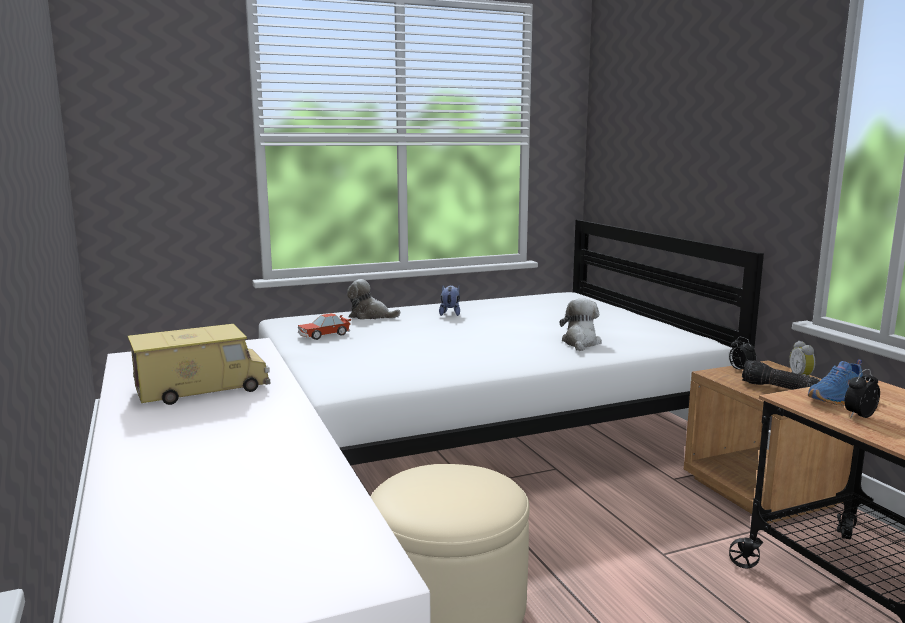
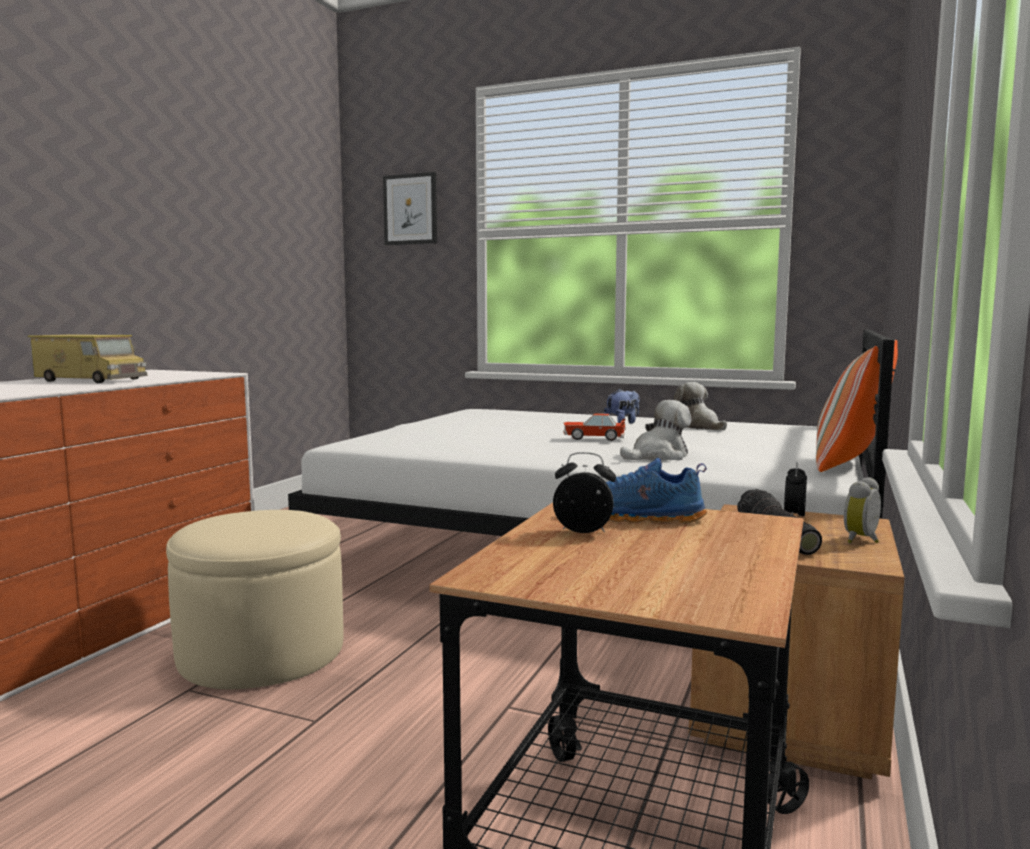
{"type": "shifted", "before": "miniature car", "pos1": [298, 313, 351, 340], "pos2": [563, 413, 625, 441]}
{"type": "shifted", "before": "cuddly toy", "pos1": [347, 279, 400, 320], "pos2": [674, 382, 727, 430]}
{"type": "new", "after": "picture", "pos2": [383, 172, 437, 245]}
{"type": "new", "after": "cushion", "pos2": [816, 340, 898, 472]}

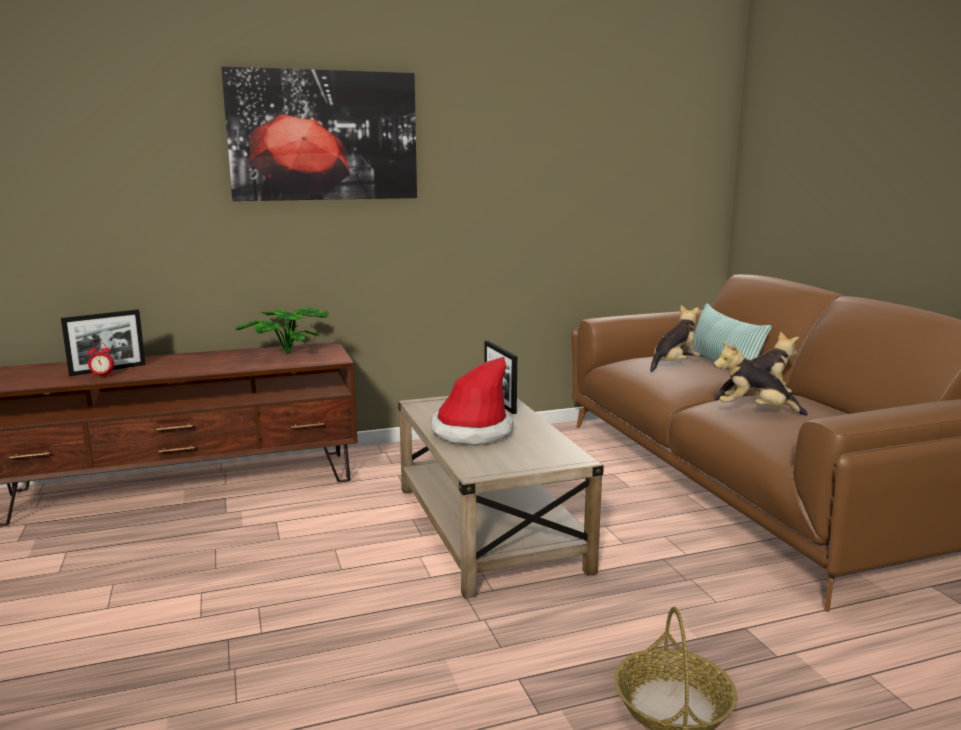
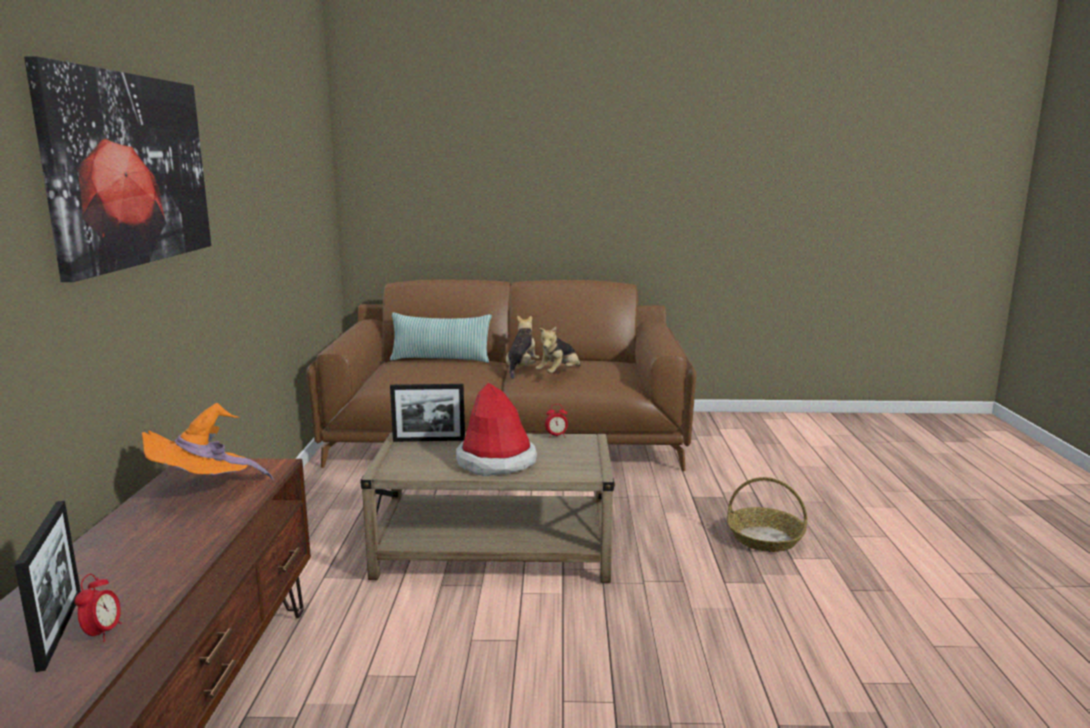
{"type": "swapped", "before": "potted plant", "after": "orangey hat", "pos1": [234, 307, 330, 354], "pos2": [141, 403, 274, 481]}
{"type": "gone", "before": "cuddly toy", "pos1": [650, 305, 700, 372]}
{"type": "new", "after": "bedside clock", "pos2": [545, 404, 568, 438]}

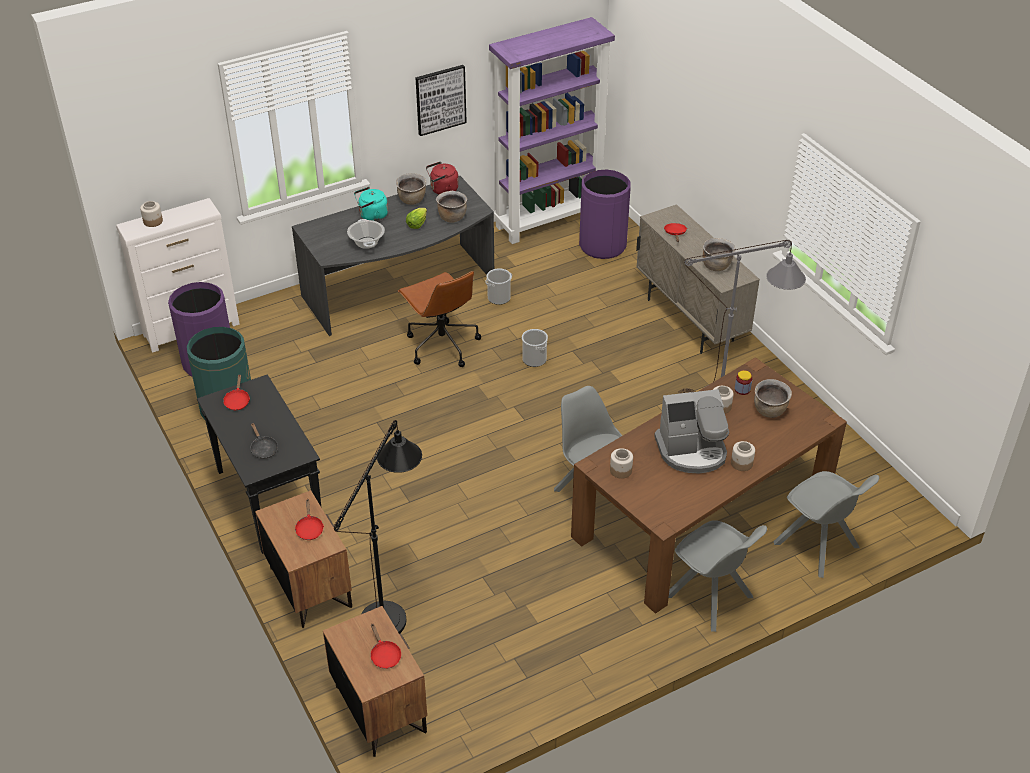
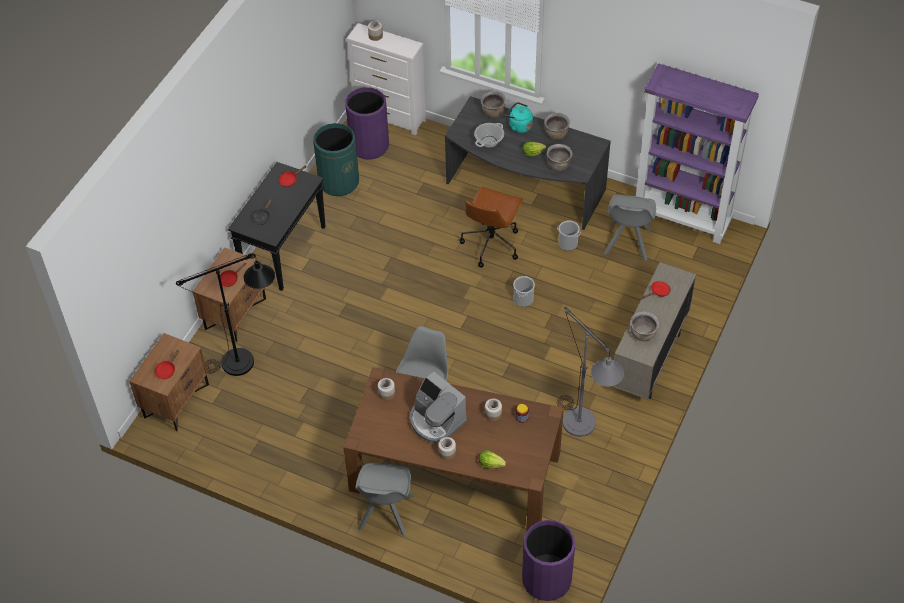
{"type": "gone", "before": "picture", "pos1": [415, 65, 467, 136]}
{"type": "gone", "before": "red-coloured tea kettle", "pos1": [426, 161, 459, 194]}
{"type": "shifted", "before": "purple-coloured waste bin", "pos1": [579, 170, 631, 259], "pos2": [522, 520, 575, 601]}
{"type": "shifted", "before": "brown-coloured stockpot", "pos1": [754, 379, 792, 418], "pos2": [481, 91, 506, 118]}
{"type": "shifted", "before": "grey upright chair", "pos1": [774, 471, 879, 578], "pos2": [604, 194, 656, 261]}
{"type": "new", "after": "lettuce head", "pos2": [479, 450, 506, 468]}

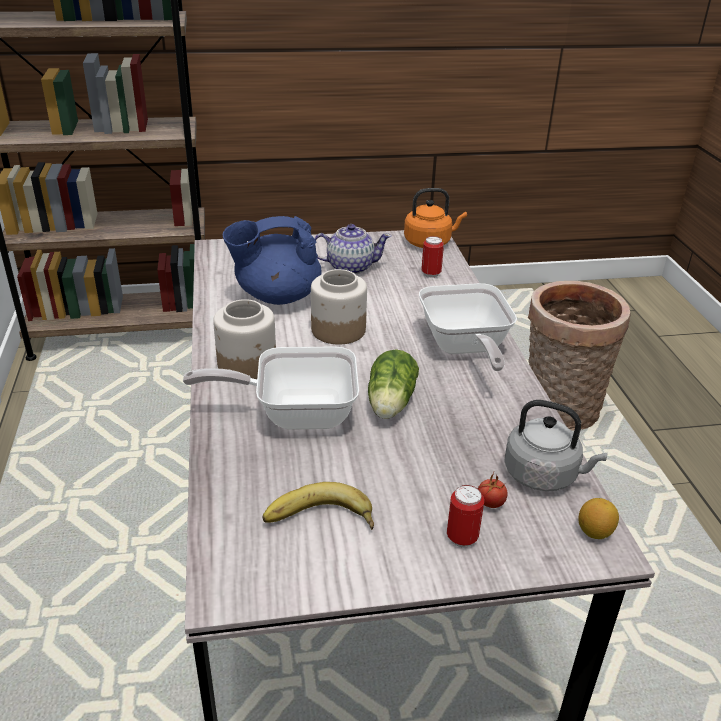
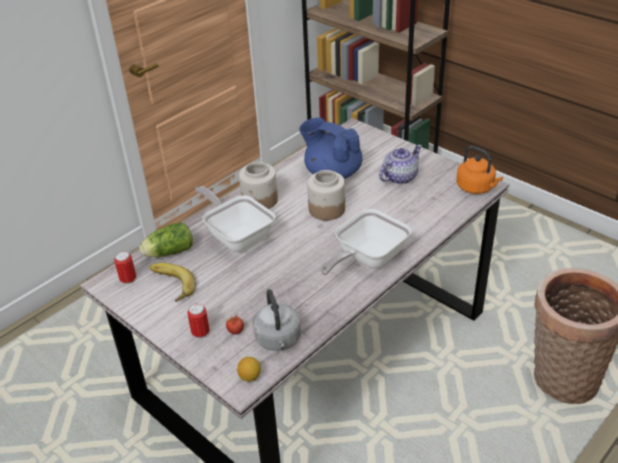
{"type": "rotated", "before": "tea pot", "pos1": [314, 224, 392, 274], "pos2": [379, 145, 422, 184], "turn": -90}
{"type": "shifted", "before": "lettuce head", "pos1": [368, 350, 419, 419], "pos2": [139, 222, 193, 257]}
{"type": "shifted", "before": "sealed can", "pos1": [421, 236, 444, 278], "pos2": [114, 251, 136, 284]}

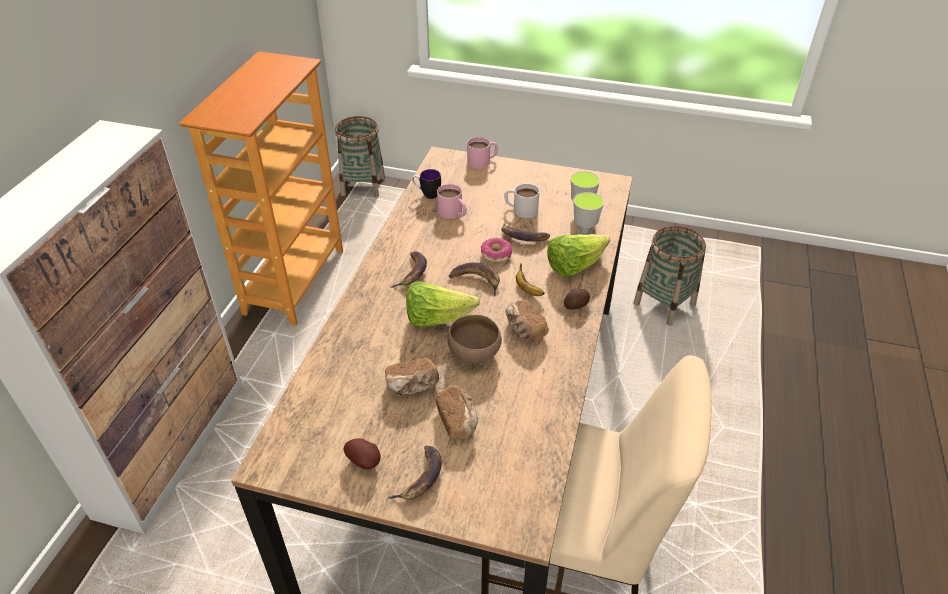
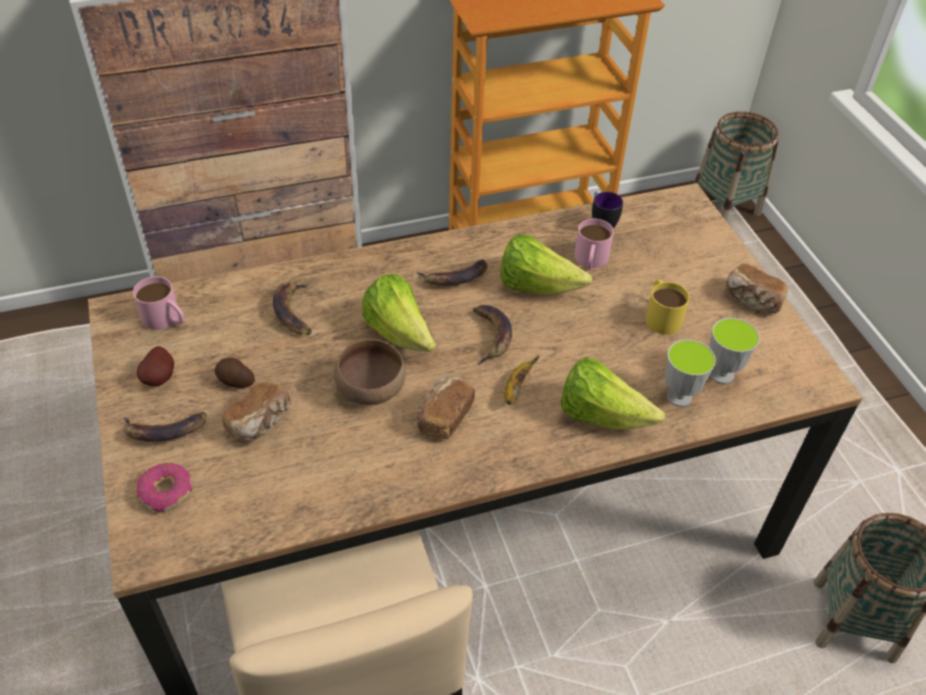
{"type": "shifted", "before": "baked bread", "pos1": [385, 358, 439, 396], "pos2": [726, 264, 788, 314]}
{"type": "shifted", "before": "pinkish tea mug", "pos1": [467, 137, 498, 169], "pos2": [133, 276, 185, 330]}
{"type": "shifted", "before": "donut", "pos1": [481, 238, 512, 262], "pos2": [136, 463, 192, 513]}
{"type": "shifted", "before": "whole banana", "pos1": [501, 224, 550, 242], "pos2": [273, 282, 312, 335]}
{"type": "repainted", "before": "whitish tea mug", "after": "yellowish tea mug", "pos1": [504, 183, 540, 218], "pos2": [645, 279, 690, 335]}
{"type": "shifted", "before": "spud", "pos1": [564, 289, 590, 310], "pos2": [215, 358, 255, 388]}
{"type": "new", "after": "lettuce head", "pos2": [500, 234, 592, 294]}

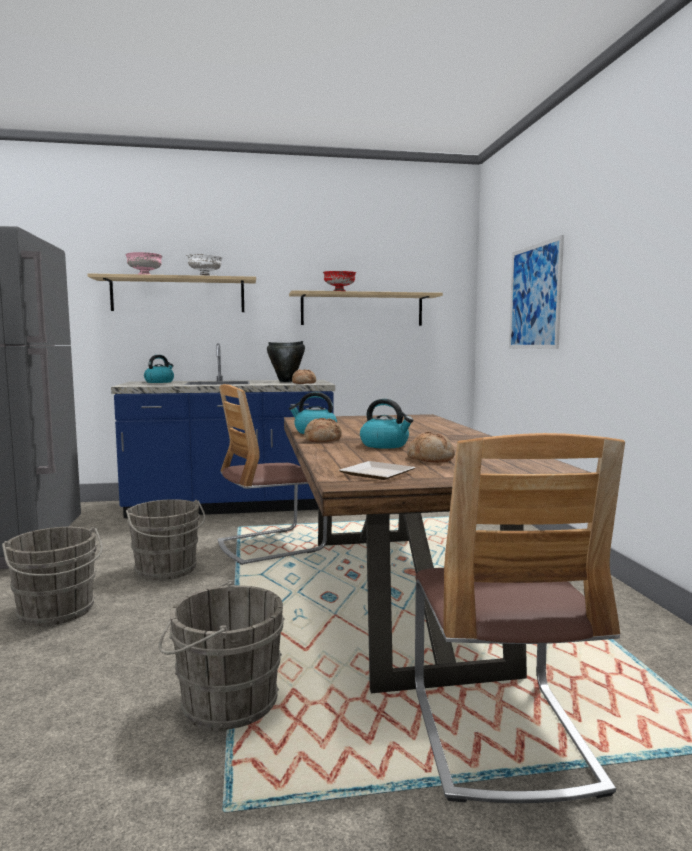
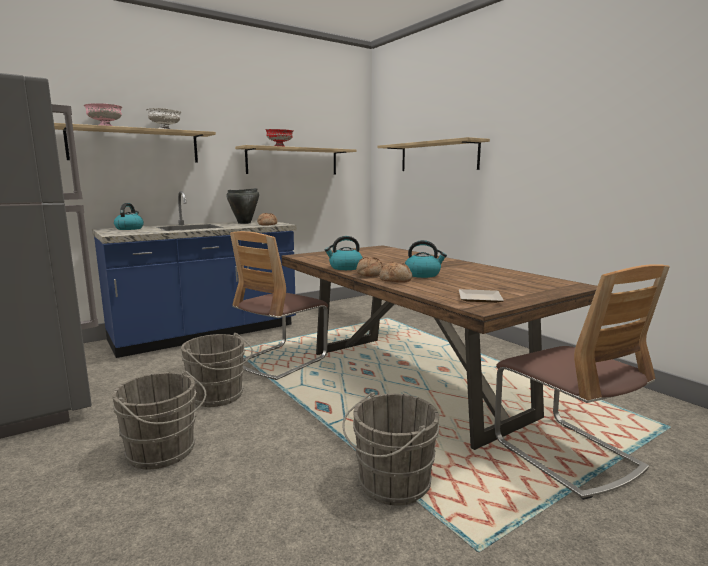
{"type": "shifted", "before": "baked bread", "pos1": [407, 432, 455, 463], "pos2": [379, 262, 412, 283]}
{"type": "swapped", "before": "picture", "after": "wall shelf", "pos1": [509, 235, 564, 349], "pos2": [377, 137, 490, 171]}

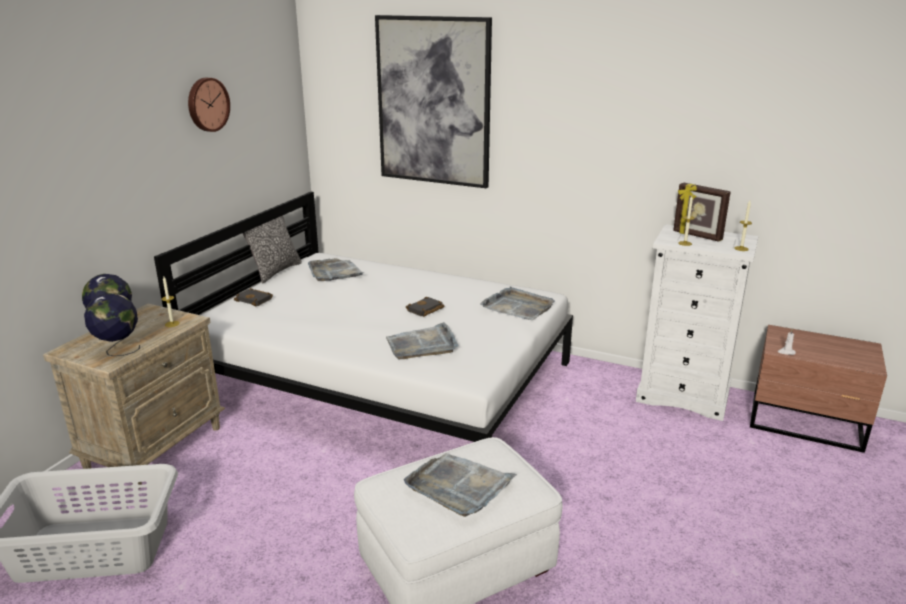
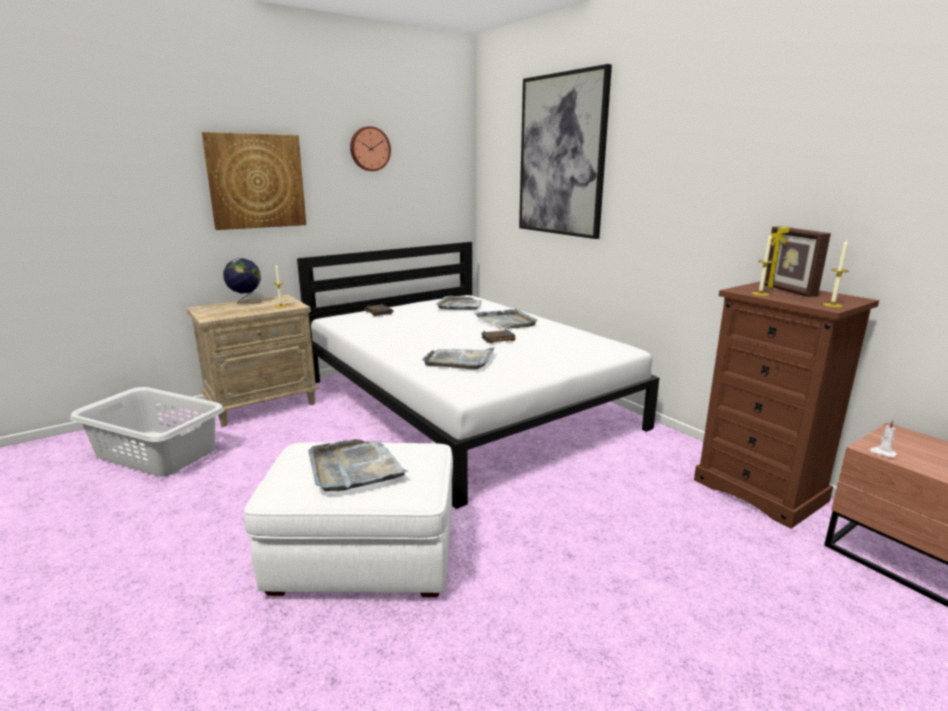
{"type": "gone", "before": "globe", "pos1": [84, 293, 140, 356]}
{"type": "gone", "before": "cushion", "pos1": [242, 216, 302, 283]}
{"type": "shifted", "before": "grey carrying tray", "pos1": [480, 286, 555, 320], "pos2": [475, 308, 538, 329]}
{"type": "repainted", "before": "whitish dresser", "after": "brown-coloured dresser", "pos1": [636, 224, 758, 421], "pos2": [694, 282, 879, 529]}
{"type": "new", "after": "picture", "pos2": [202, 132, 306, 230]}

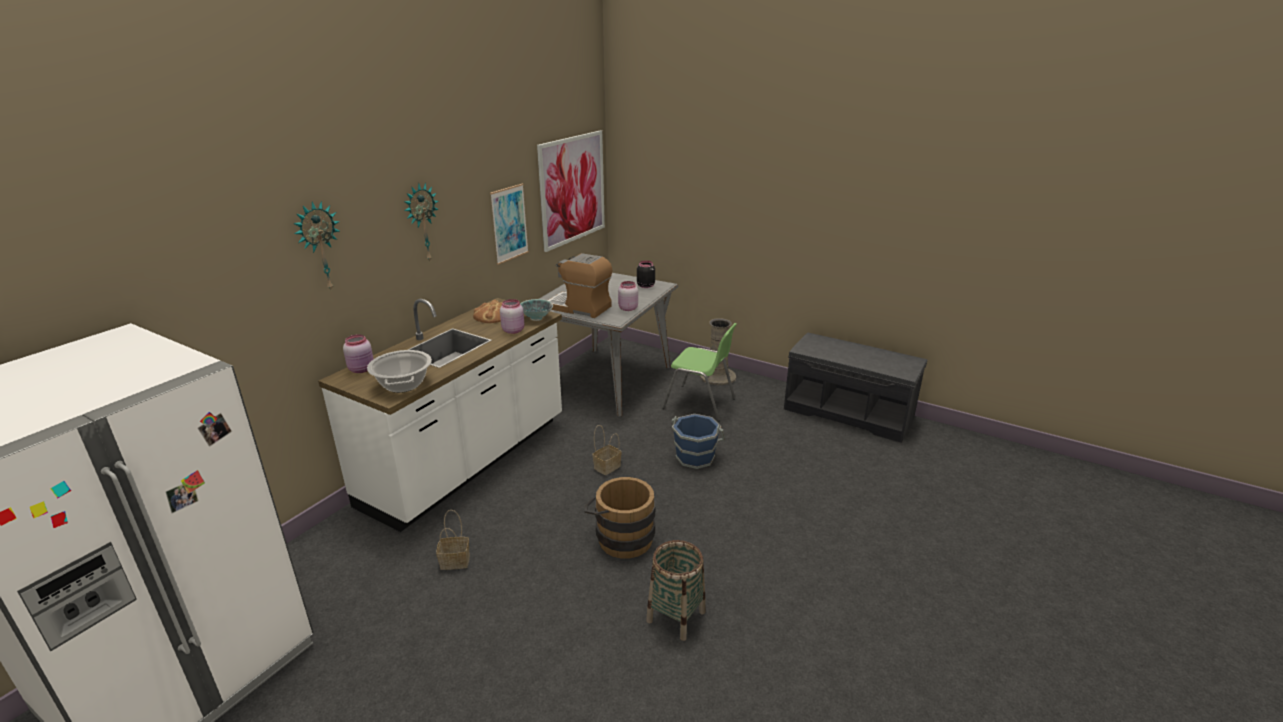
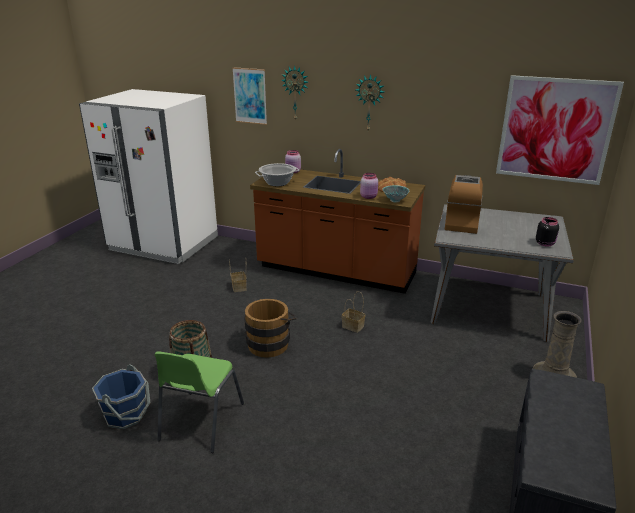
{"type": "repainted", "before": "whitish counter", "after": "brown-coloured counter", "pos1": [318, 298, 562, 532], "pos2": [250, 149, 425, 294]}
{"type": "shifted", "before": "picture", "pos1": [490, 184, 529, 265], "pos2": [232, 67, 267, 125]}
{"type": "gone", "before": "pinkish preserve jar", "pos1": [618, 281, 638, 311]}
{"type": "shifted", "before": "green upright chair", "pos1": [662, 323, 737, 421], "pos2": [154, 351, 244, 453]}
{"type": "shifted", "before": "blue water bucket", "pos1": [672, 414, 725, 469], "pos2": [92, 364, 151, 430]}

